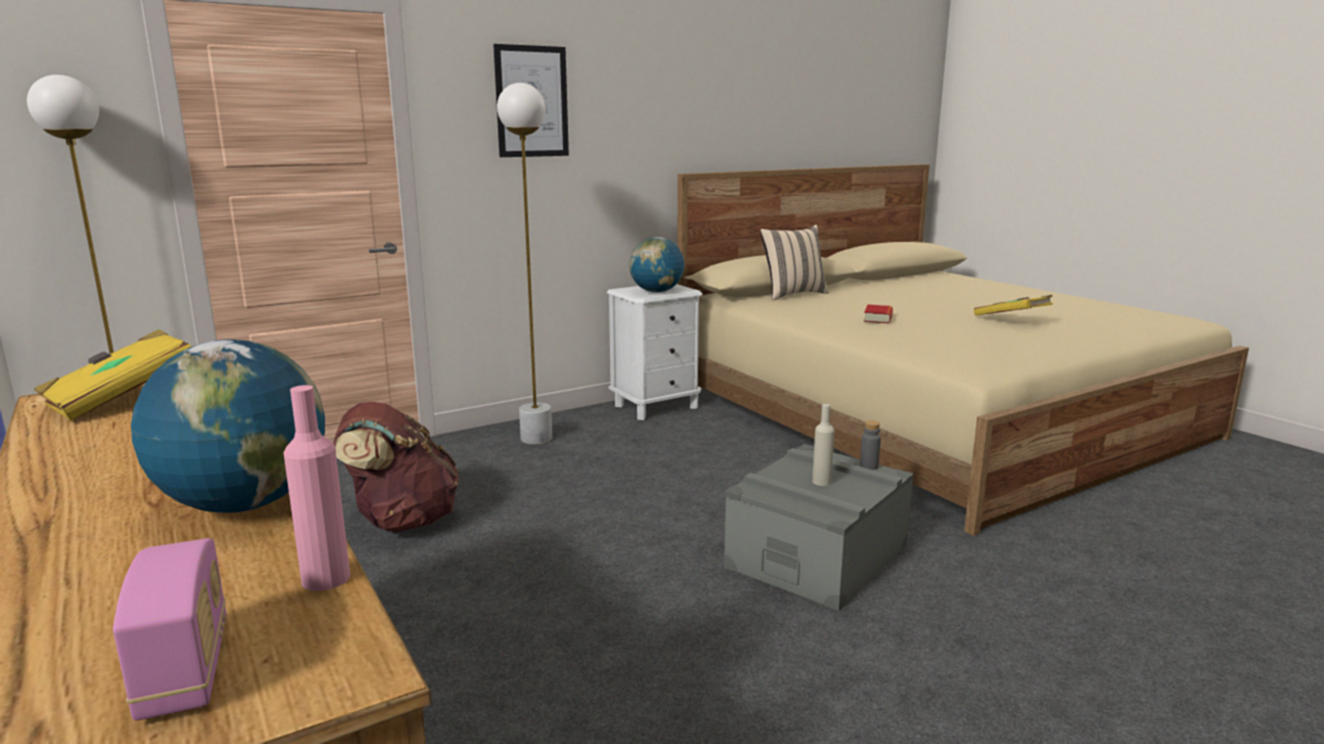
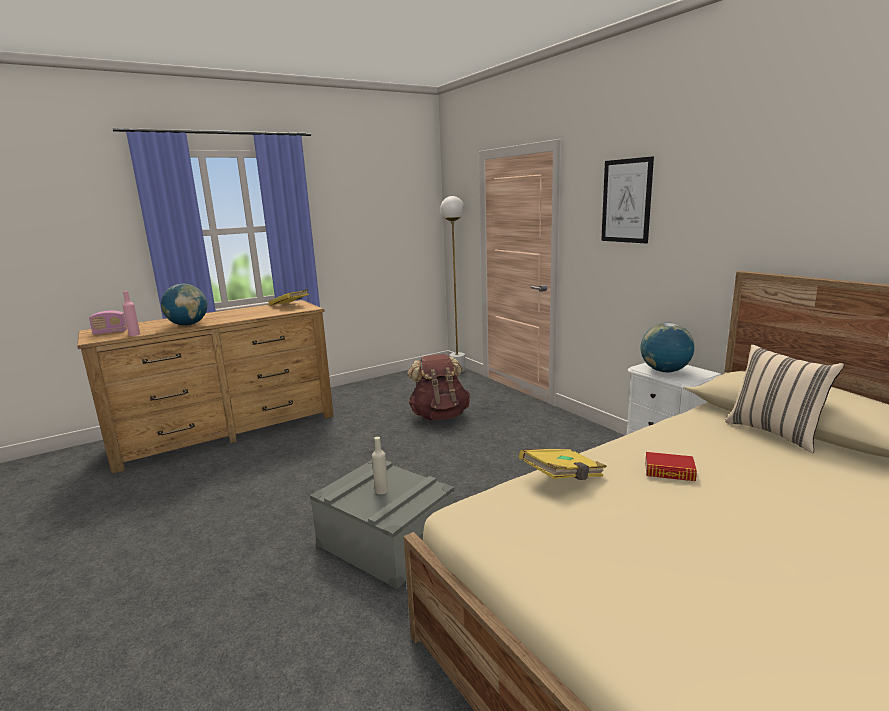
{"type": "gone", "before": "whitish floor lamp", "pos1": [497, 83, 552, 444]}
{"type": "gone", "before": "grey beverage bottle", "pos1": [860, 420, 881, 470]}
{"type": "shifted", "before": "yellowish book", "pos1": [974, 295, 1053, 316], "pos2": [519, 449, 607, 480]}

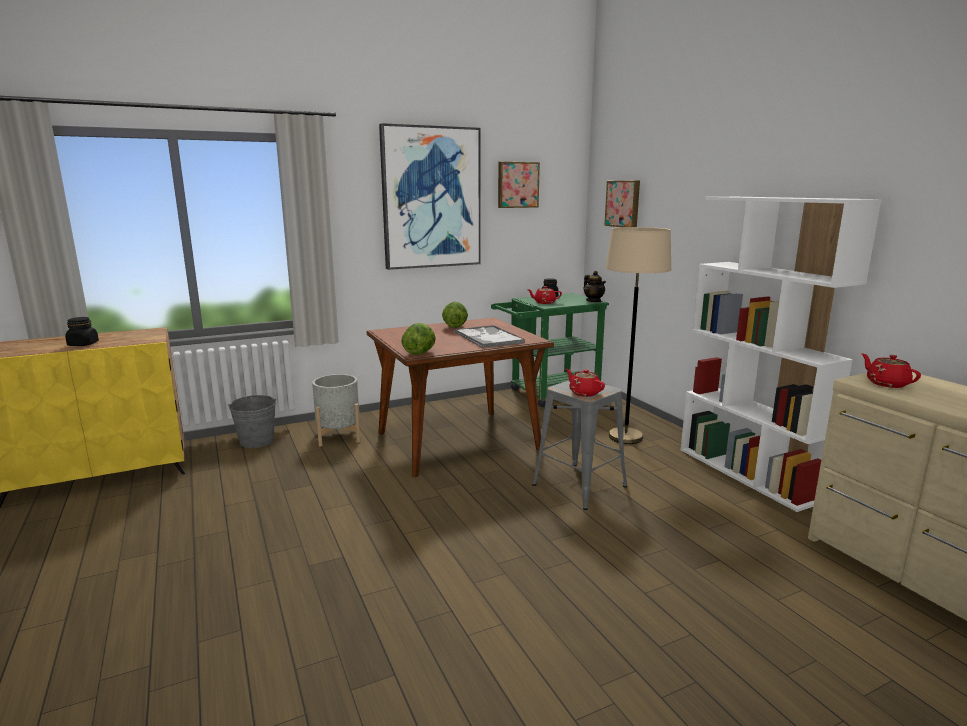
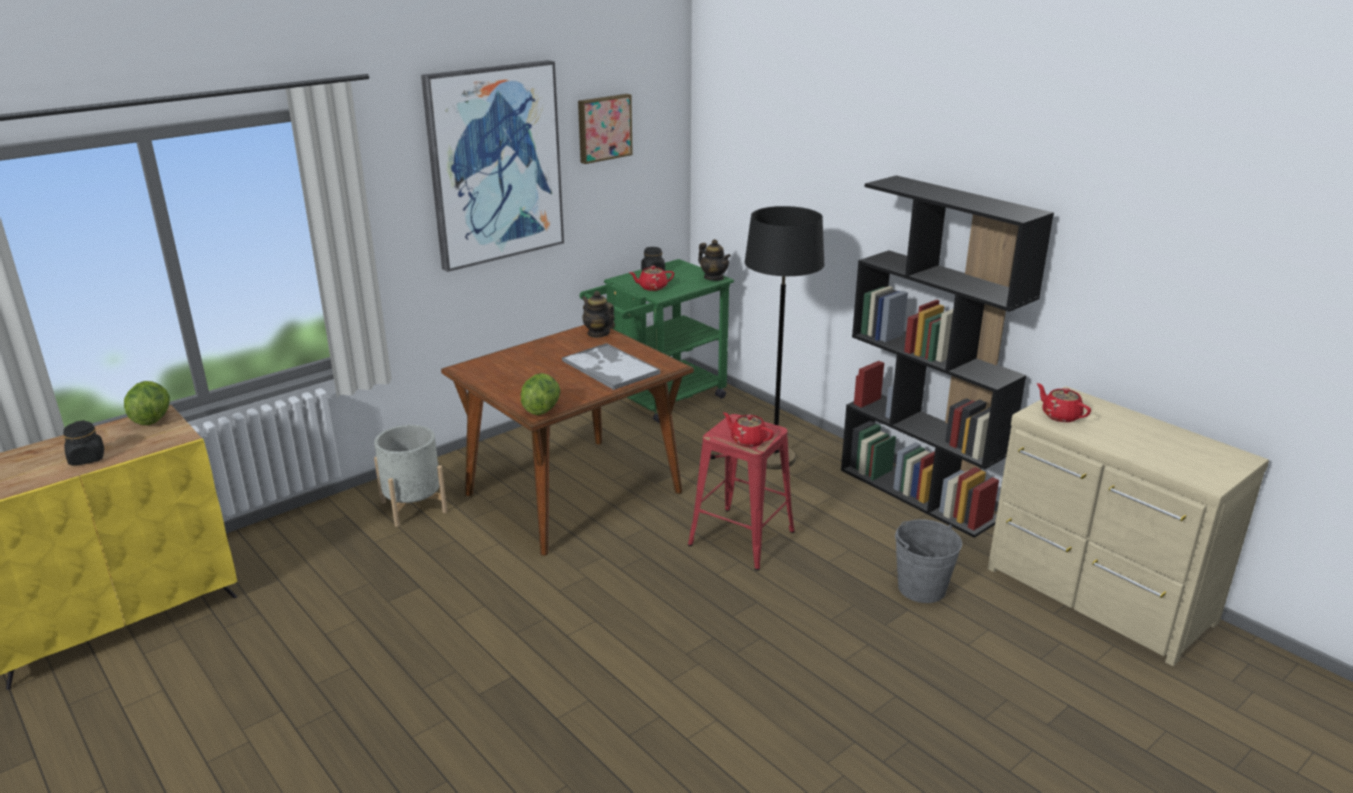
{"type": "shifted", "before": "grey water bucket", "pos1": [228, 395, 276, 448], "pos2": [895, 519, 962, 603]}
{"type": "shifted", "before": "lettuce head", "pos1": [442, 301, 468, 328], "pos2": [124, 381, 170, 425]}
{"type": "repainted", "before": "grey stool", "after": "red-coloured stool", "pos1": [532, 381, 627, 510], "pos2": [688, 414, 795, 571]}
{"type": "gone", "before": "picture", "pos1": [604, 180, 640, 227]}
{"type": "repainted", "before": "beige floor lamp", "after": "black floor lamp", "pos1": [605, 227, 671, 444], "pos2": [745, 206, 825, 469]}
{"type": "repainted", "before": "whitish bookshelf", "after": "black bookshelf", "pos1": [680, 197, 882, 512], "pos2": [841, 175, 1054, 538]}
{"type": "new", "after": "tea pot", "pos2": [582, 291, 615, 338]}

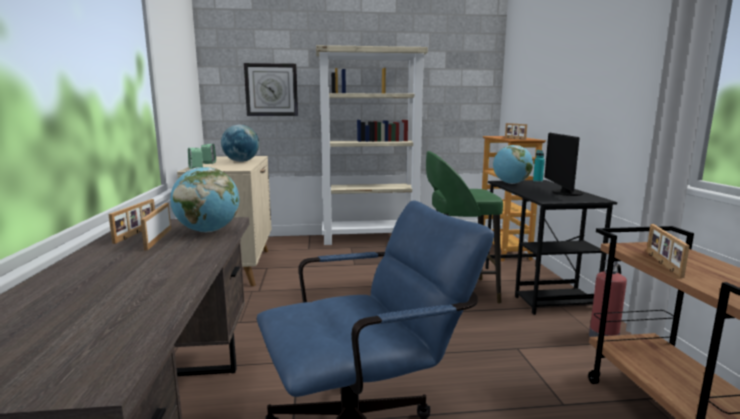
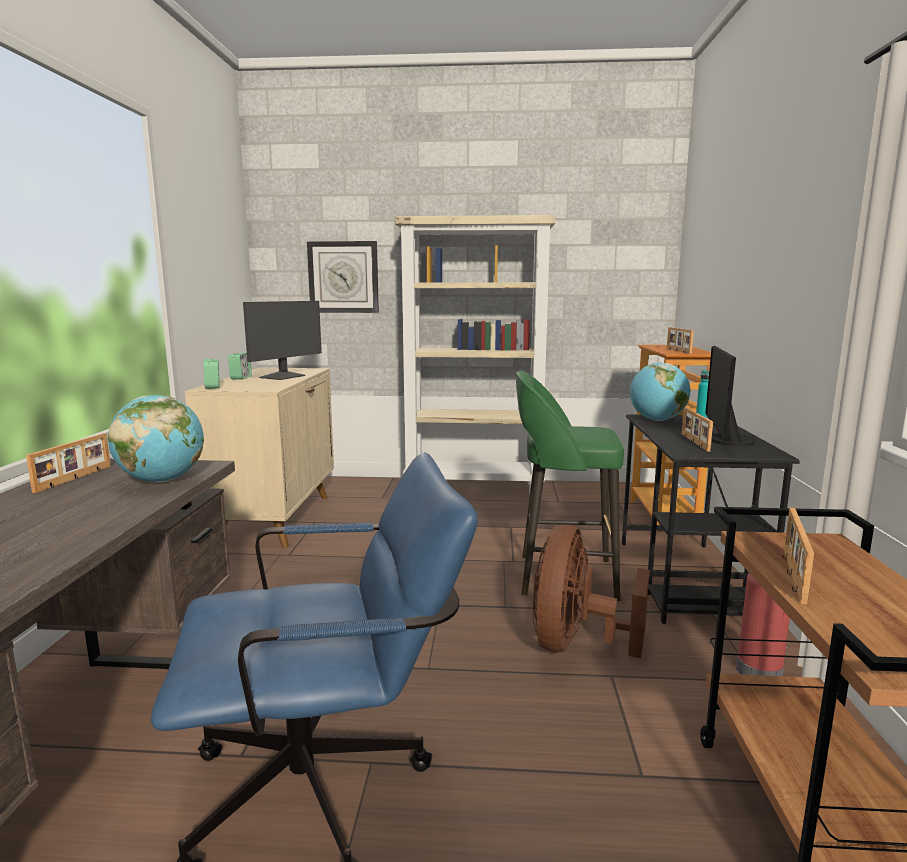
{"type": "shifted", "before": "picture frame", "pos1": [141, 203, 171, 250], "pos2": [682, 407, 713, 452]}
{"type": "swapped", "before": "globe", "after": "monitor", "pos1": [221, 125, 259, 162], "pos2": [243, 301, 322, 380]}
{"type": "new", "after": "brown-coloured electric fan", "pos2": [533, 524, 650, 658]}

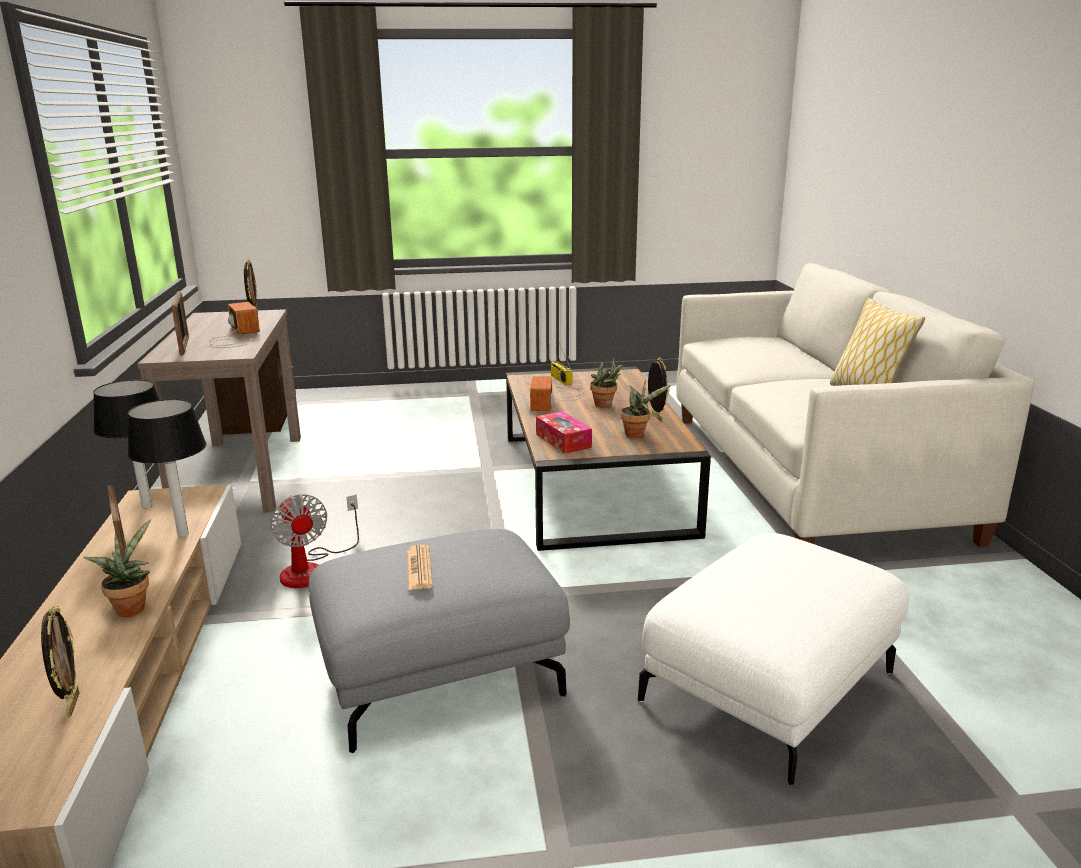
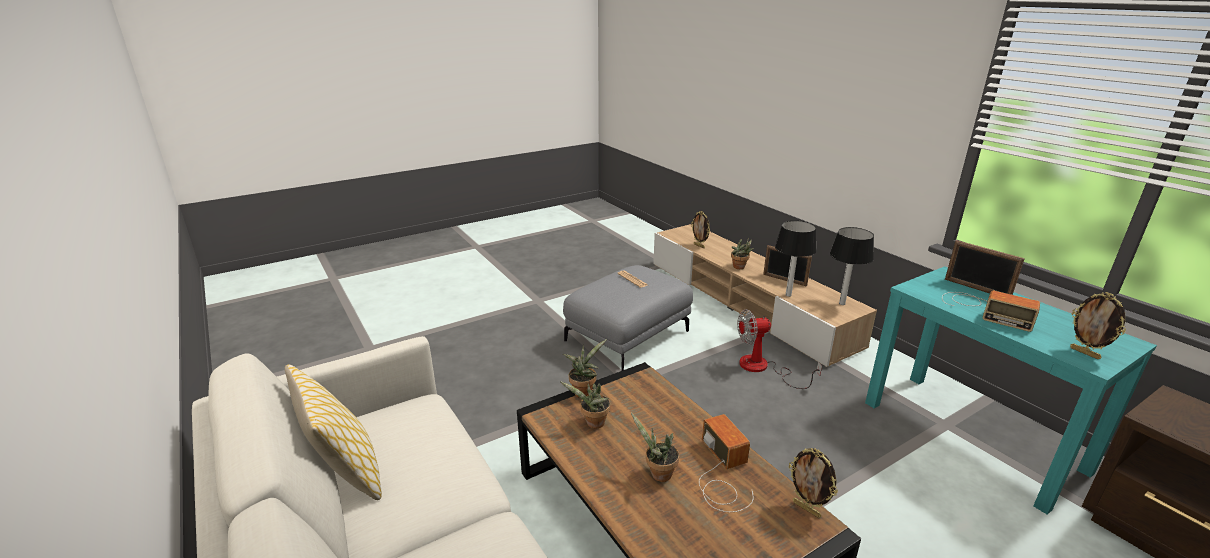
{"type": "repainted", "before": "brown-coloured console table", "after": "blue-green console table", "pos1": [138, 309, 301, 513], "pos2": [865, 266, 1157, 514]}
{"type": "rotated", "before": "electric fan", "pos1": [270, 494, 359, 588], "pos2": [737, 309, 822, 389], "turn": -45}
{"type": "gone", "before": "box of tissues", "pos1": [536, 411, 592, 454]}
{"type": "gone", "before": "radio receiver", "pos1": [551, 341, 572, 385]}
{"type": "gone", "before": "whitish footrest", "pos1": [638, 533, 909, 785]}
{"type": "shifted", "before": "picture frame", "pos1": [648, 357, 669, 422], "pos2": [789, 448, 838, 518]}
{"type": "new", "after": "potted plant", "pos2": [563, 339, 607, 398]}

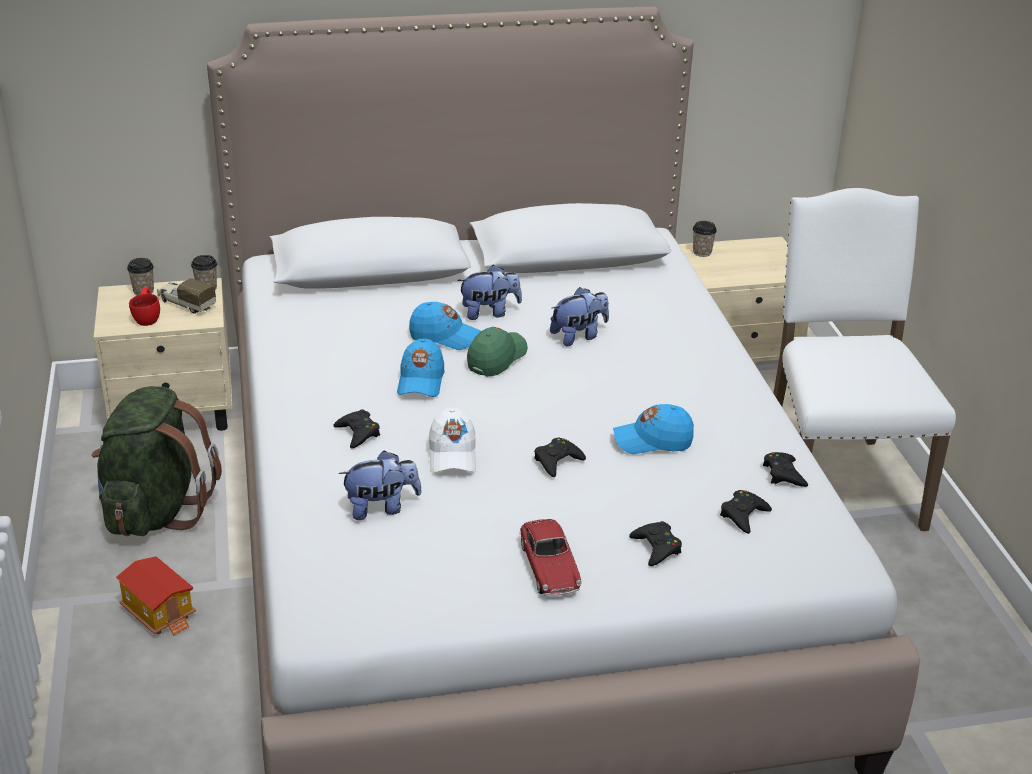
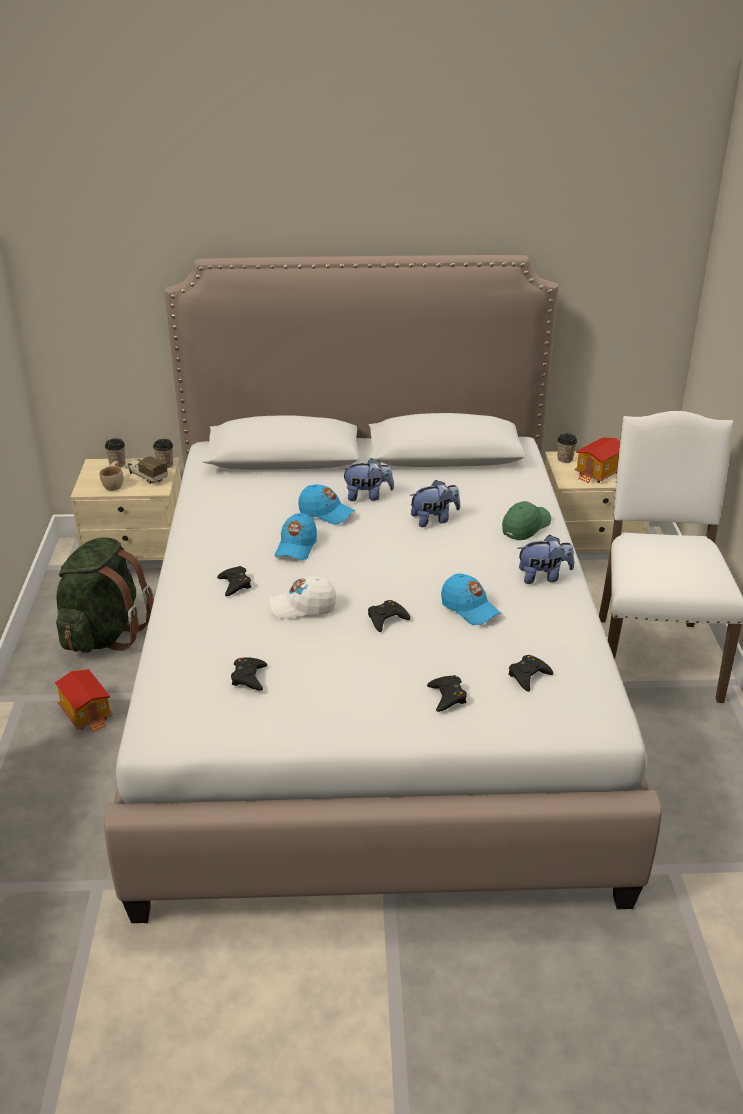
{"type": "repainted", "before": "red-coloured small cup", "after": "beige small cup", "pos1": [129, 287, 160, 326], "pos2": [99, 461, 123, 491]}
{"type": "shifted", "before": "cuddly toy", "pos1": [339, 451, 422, 520], "pos2": [517, 535, 574, 584]}
{"type": "rotated", "before": "whitish cap", "pos1": [429, 408, 476, 472], "pos2": [269, 576, 336, 619], "turn": 75}
{"type": "shifted", "before": "green cap", "pos1": [467, 327, 528, 377], "pos2": [502, 501, 551, 540]}
{"type": "gone", "before": "miniature car", "pos1": [519, 519, 582, 596]}
{"type": "rotated", "before": "blue cap", "pos1": [613, 404, 694, 454], "pos2": [441, 574, 501, 625], "turn": -135}
{"type": "shifted", "before": "black joypad", "pos1": [763, 452, 808, 487], "pos2": [231, 657, 267, 691]}
{"type": "new", "after": "toy house", "pos2": [574, 437, 620, 484]}

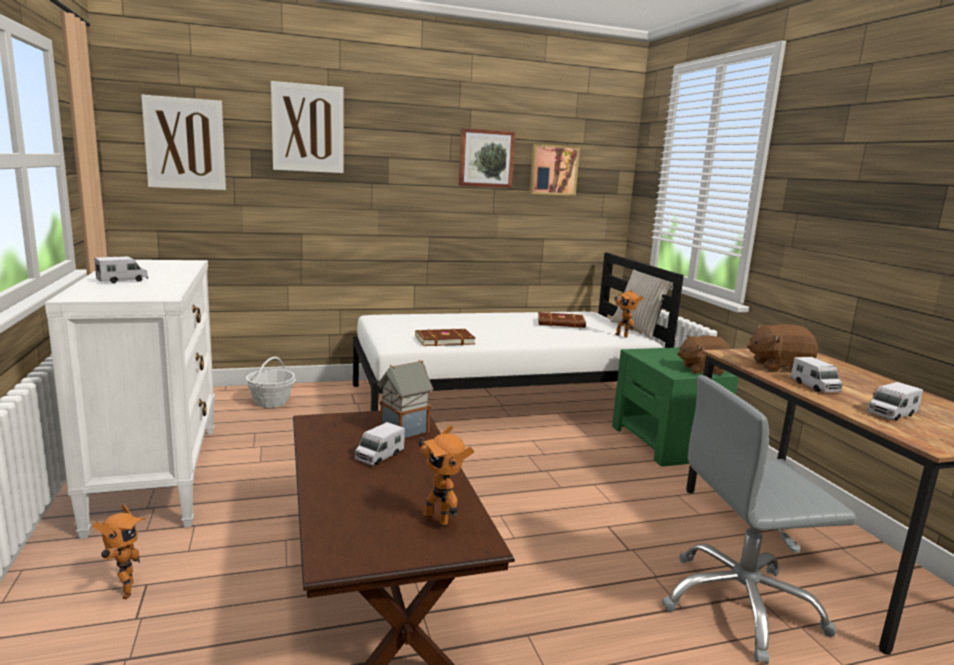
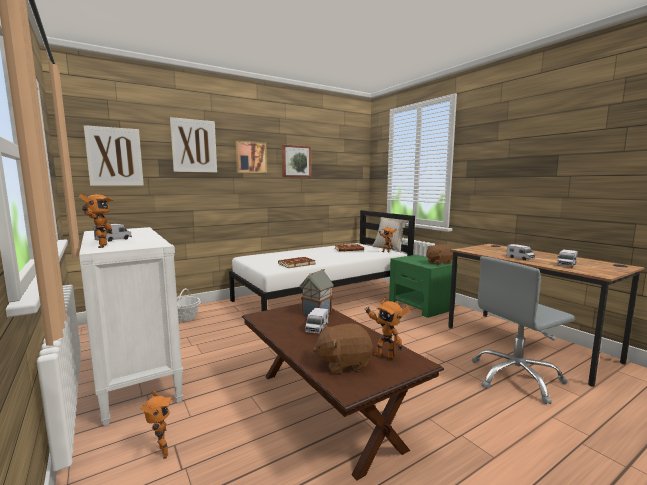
{"type": "shifted", "before": "picture", "pos1": [529, 144, 580, 196], "pos2": [236, 141, 267, 173]}
{"type": "shifted", "before": "brown-coloured cuddly toy", "pos1": [747, 324, 818, 372], "pos2": [313, 324, 373, 373]}
{"type": "new", "after": "model robot", "pos2": [79, 194, 114, 248]}

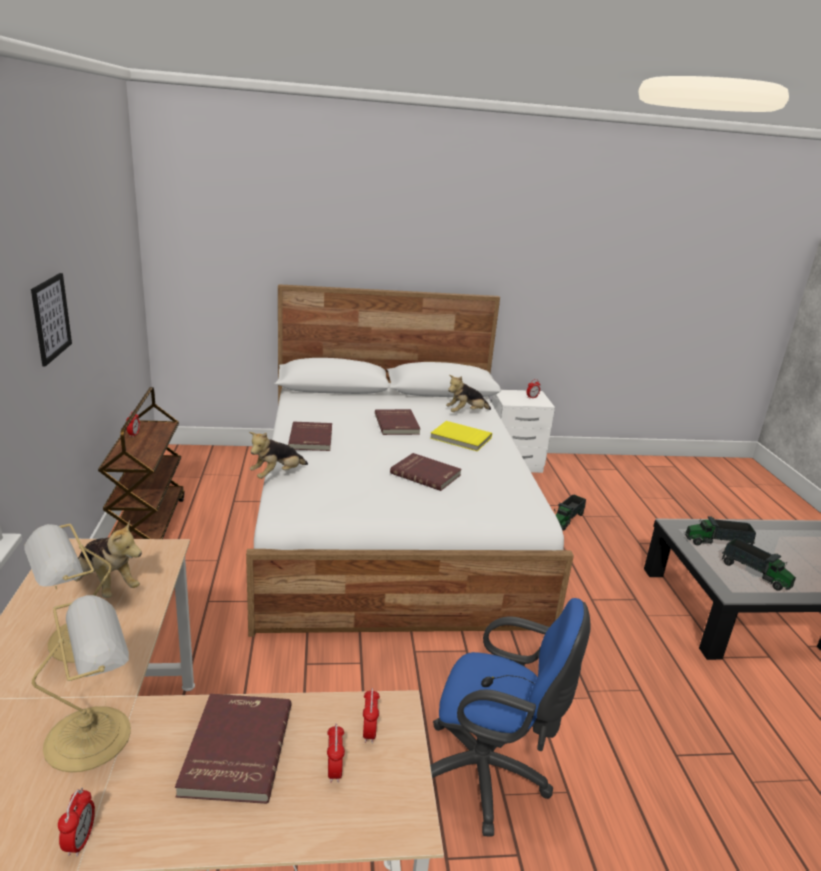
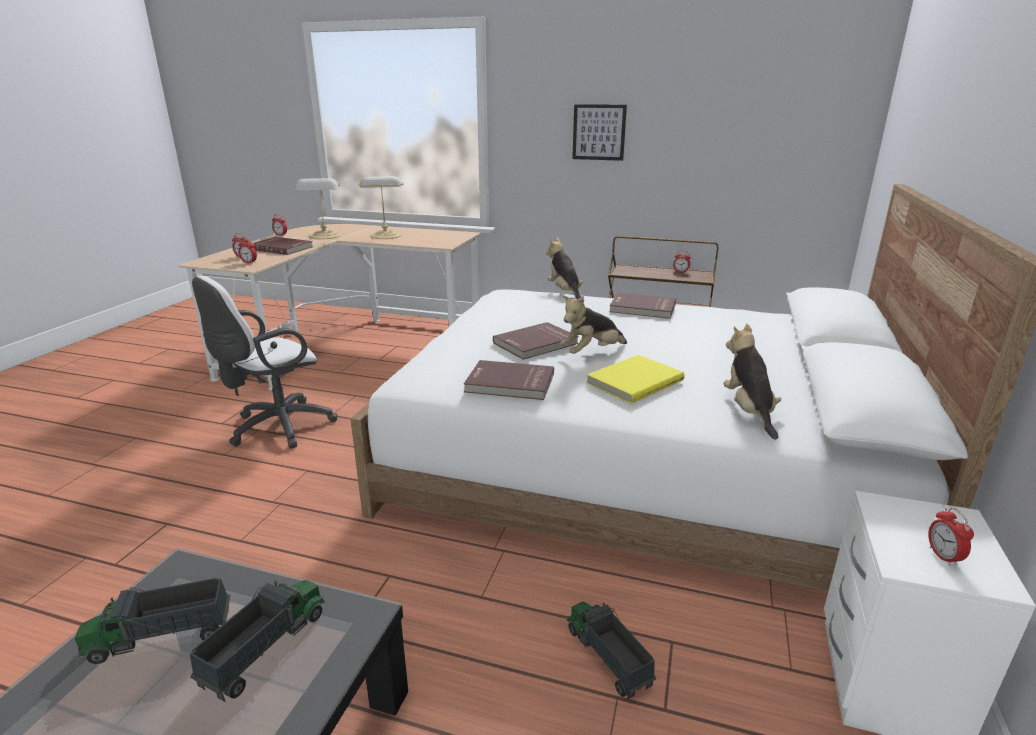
{"type": "shifted", "before": "cuddly toy", "pos1": [74, 520, 142, 598], "pos2": [560, 296, 627, 354]}
{"type": "shifted", "before": "red-coloured book", "pos1": [375, 409, 420, 435], "pos2": [464, 360, 554, 400]}
{"type": "repainted", "before": "blue desk chair", "after": "whitish desk chair", "pos1": [430, 598, 590, 837], "pos2": [192, 276, 338, 449]}

